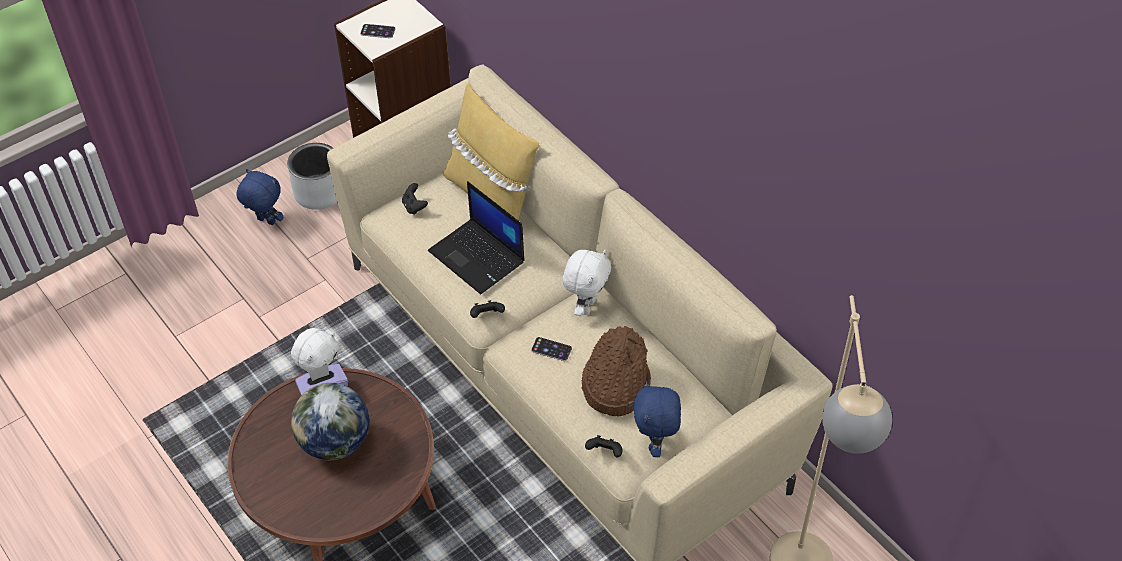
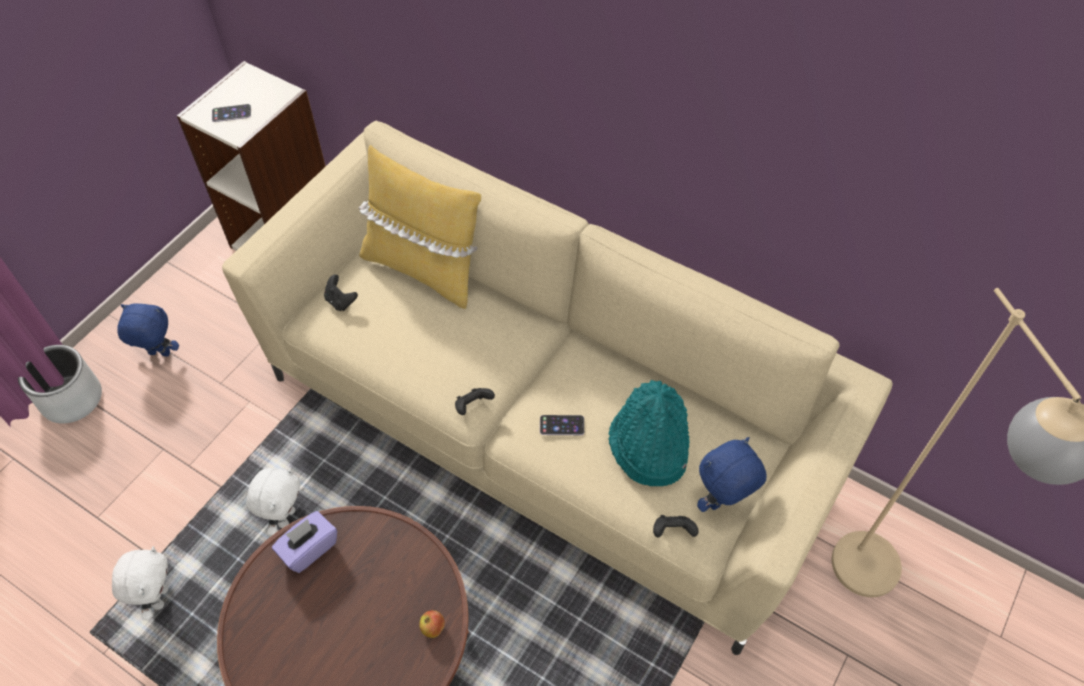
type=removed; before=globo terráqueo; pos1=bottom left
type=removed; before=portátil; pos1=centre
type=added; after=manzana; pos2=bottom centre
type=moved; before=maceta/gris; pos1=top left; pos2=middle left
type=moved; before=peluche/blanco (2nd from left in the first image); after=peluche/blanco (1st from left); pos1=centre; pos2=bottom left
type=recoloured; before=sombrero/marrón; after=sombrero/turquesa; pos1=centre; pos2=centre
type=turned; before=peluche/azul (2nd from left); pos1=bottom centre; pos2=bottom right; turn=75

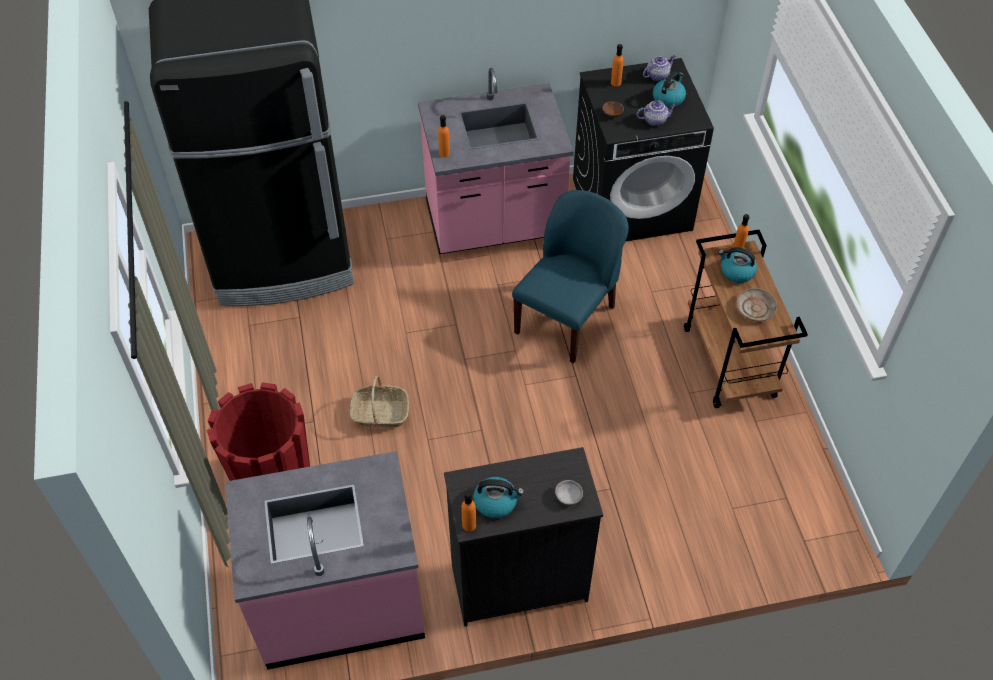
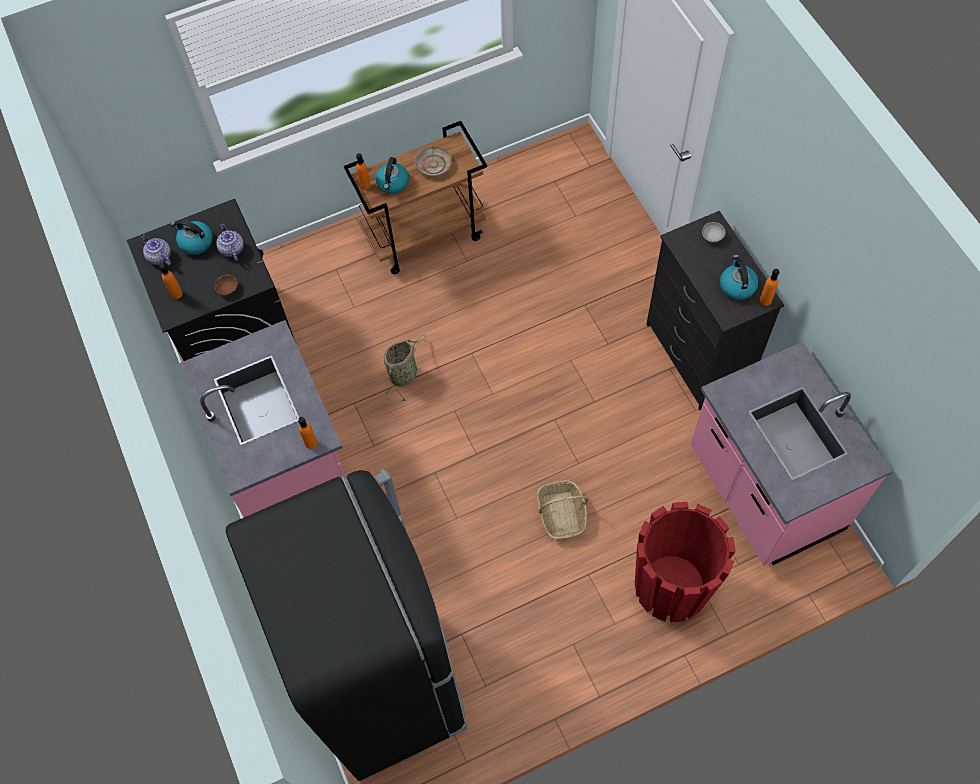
type=replaced; before=silla/azul; after=cesta (1st from left); pos1=centre; pos2=centre

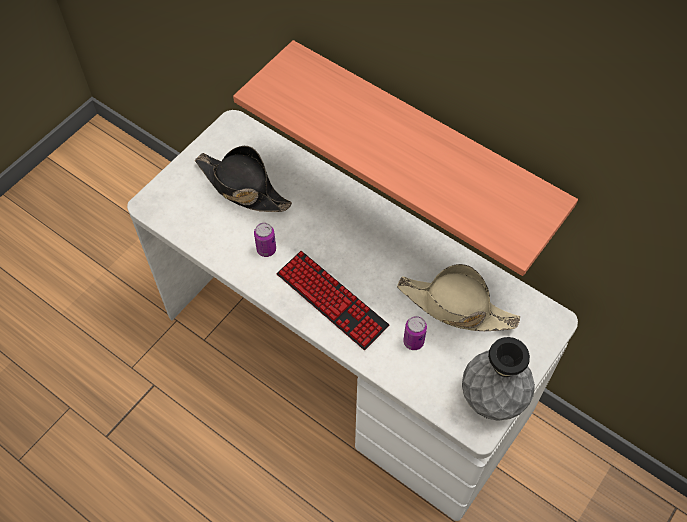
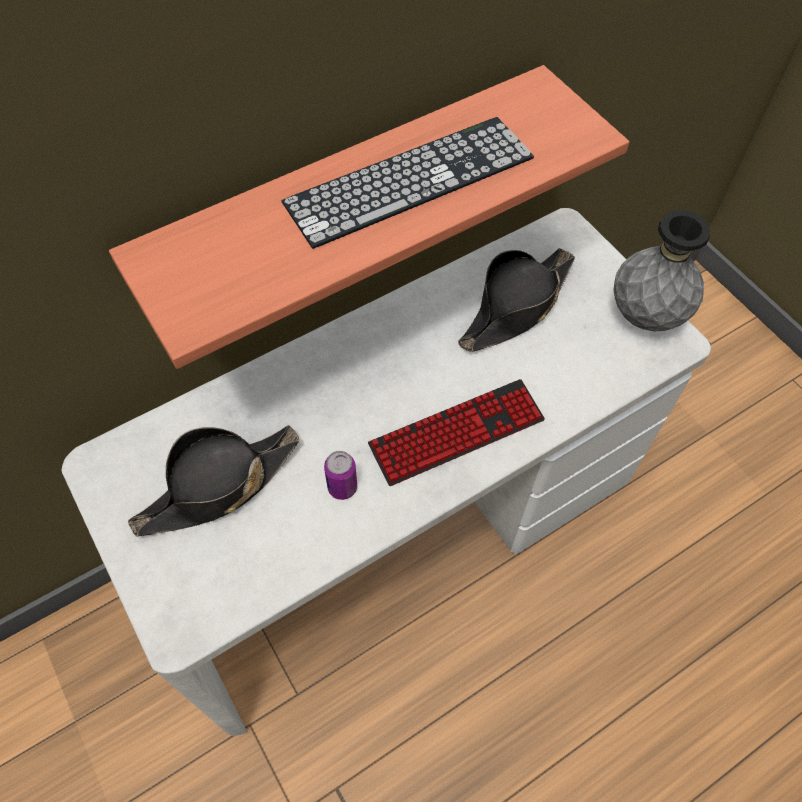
type=removed; before=lata (2nd from left); pos1=centre
type=added; after=teclado (1st from left); pos2=top centre
type=recoloured; before=sombrero/beis; after=sombrero/negro (2nd from left); pos1=middle right; pos2=centre

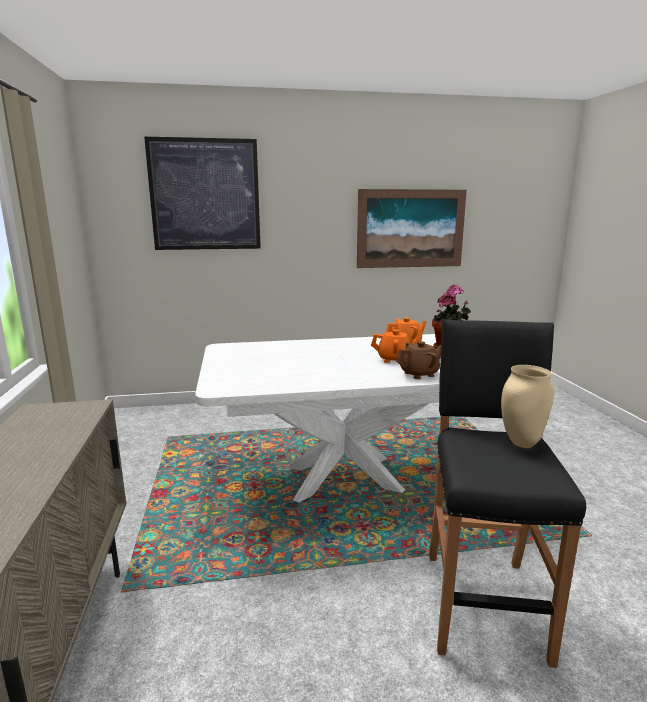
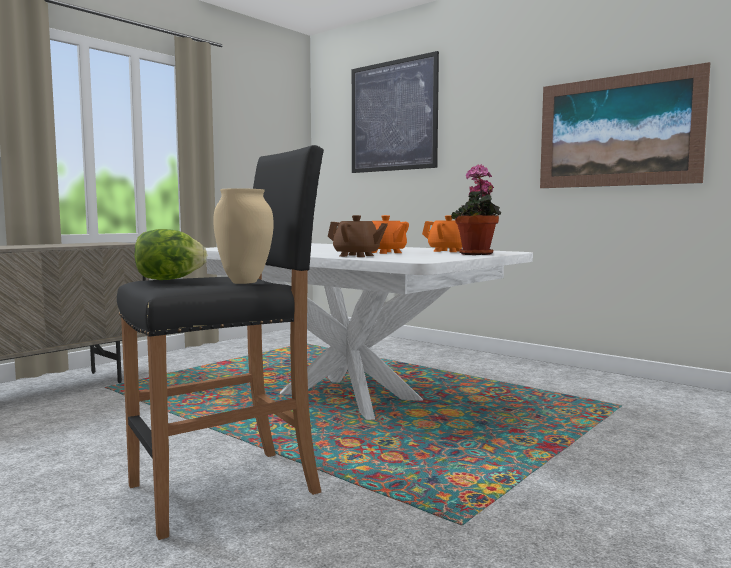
type=added; after=lechuga; pos2=middle left

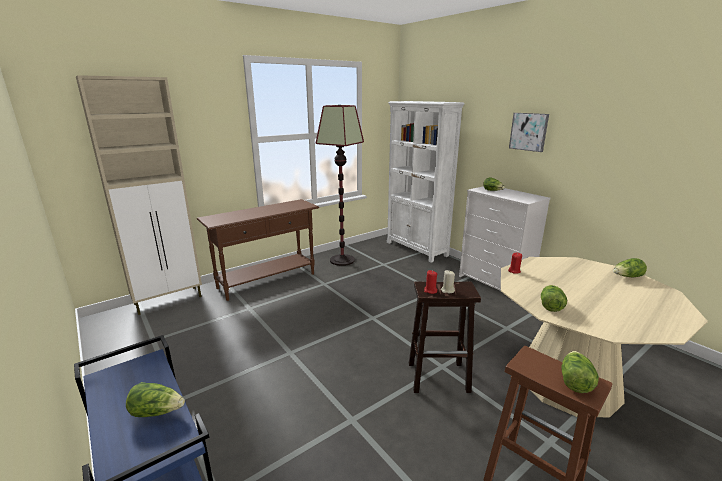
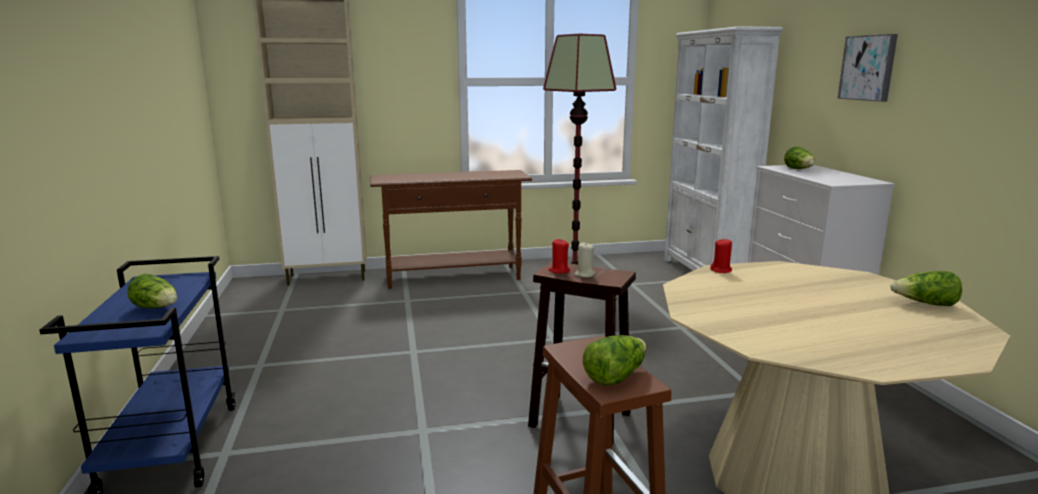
type=removed; before=lechuga (3rd from left); pos1=middle right

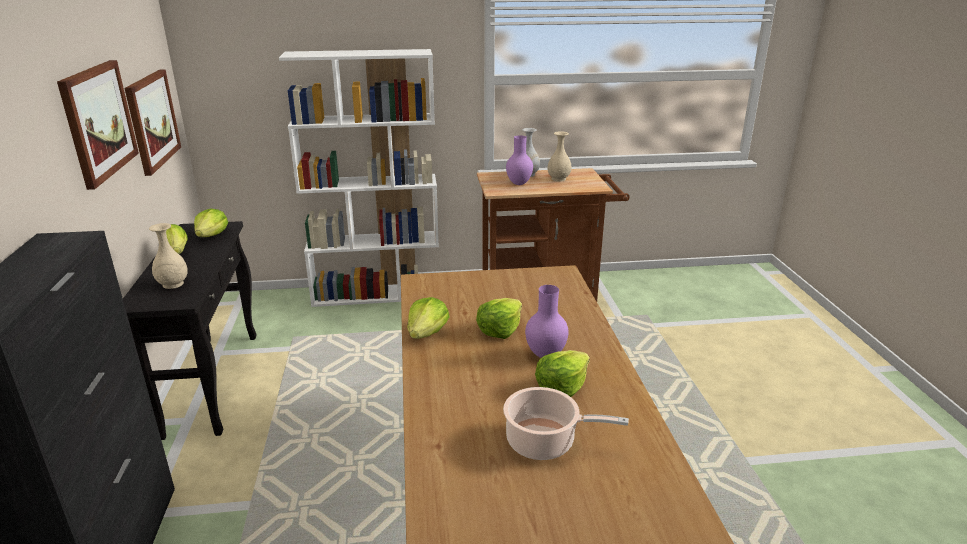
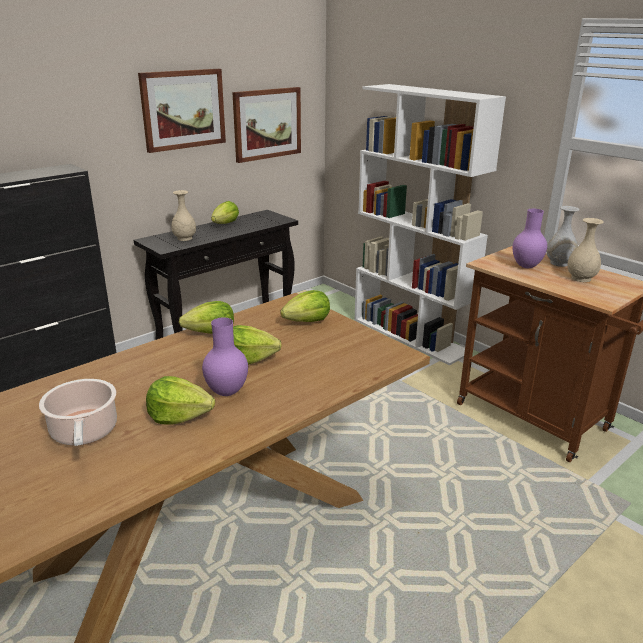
type=moved; before=lechuga (2nd from left in the first image); after=lechuga (5th from left); pos1=middle left; pos2=centre

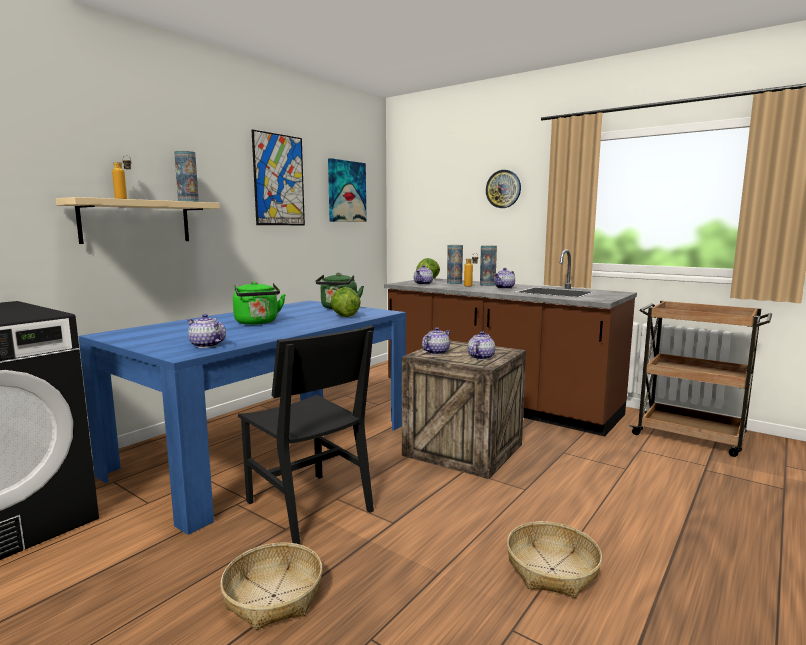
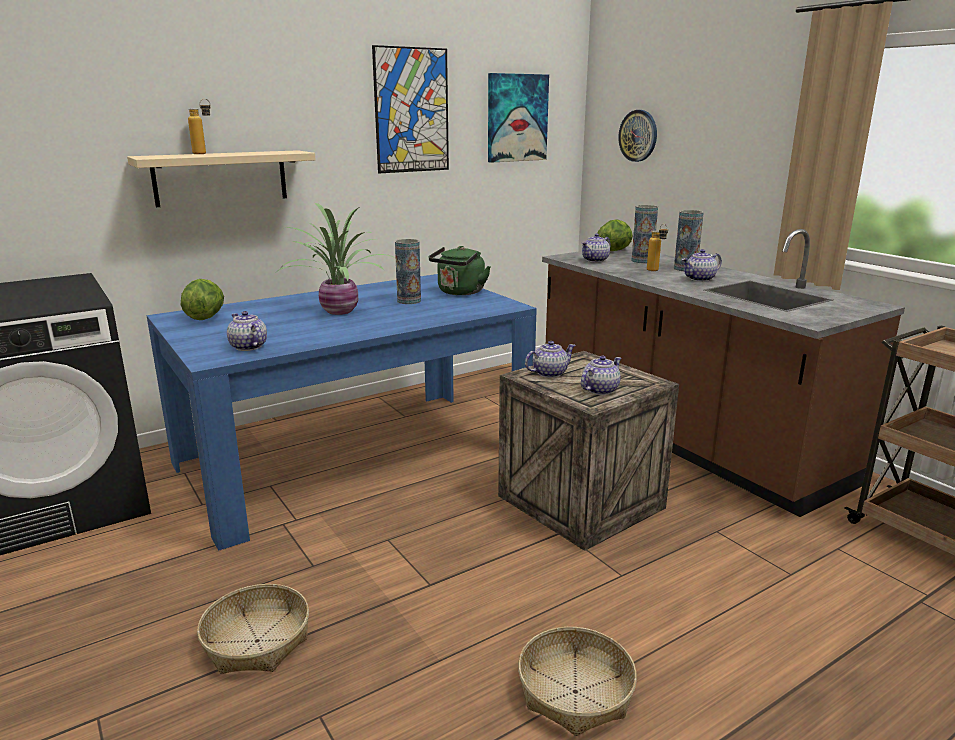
type=removed; before=silla/negro; pos1=bottom centre
type=moved; before=florero (1st from left); pos1=top left; pos2=centre
type=moved; before=lechuga (1st from left); pos1=centre; pos2=middle left
type=moved; before=reloj de pared; pos1=top centre; pos2=top right
type=replaced; before=hervidor/verde (1st from left); after=planta en maceta; pos1=middle left; pos2=centre

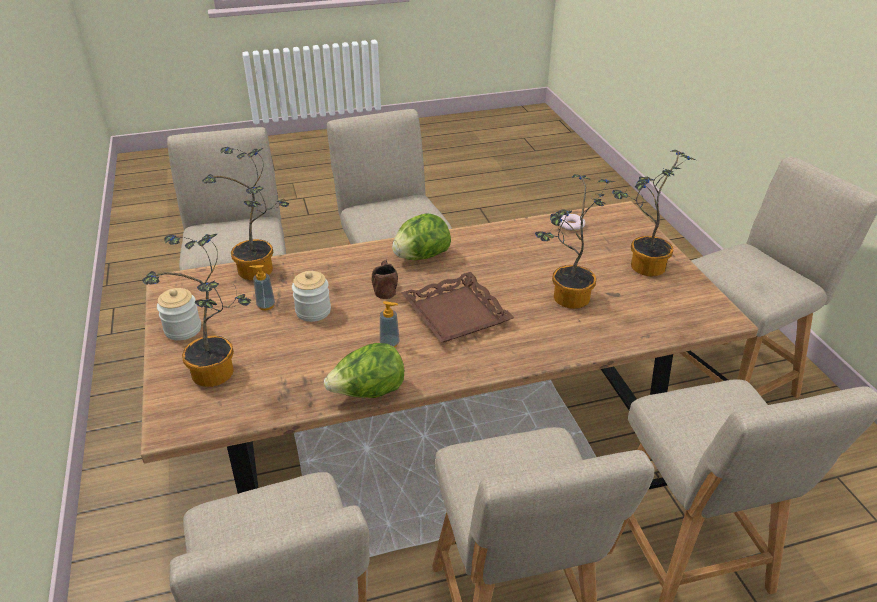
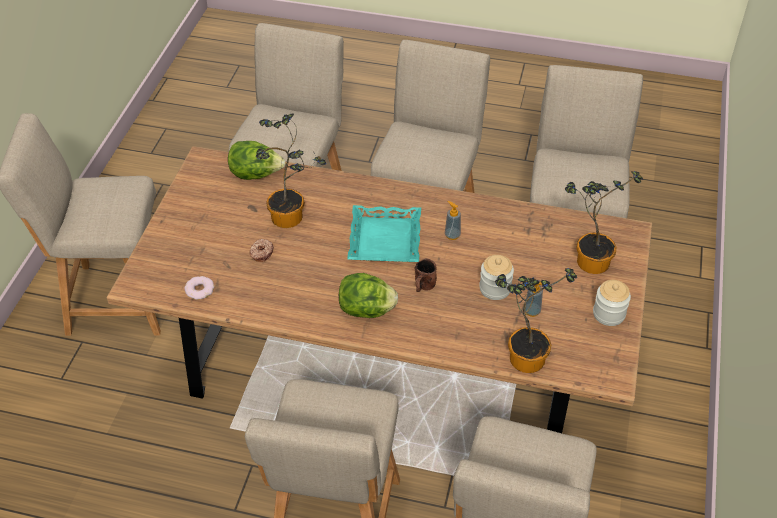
type=removed; before=planta en maceta (4th from left); pos1=middle right
type=added; after=rosquilla (2nd from left); pos2=centre
type=moved; before=lechuga (1st from left); pos1=centre; pos2=top left
type=recoloured; before=bandeja/marrón; after=bandeja/turquesa; pos1=centre; pos2=centre

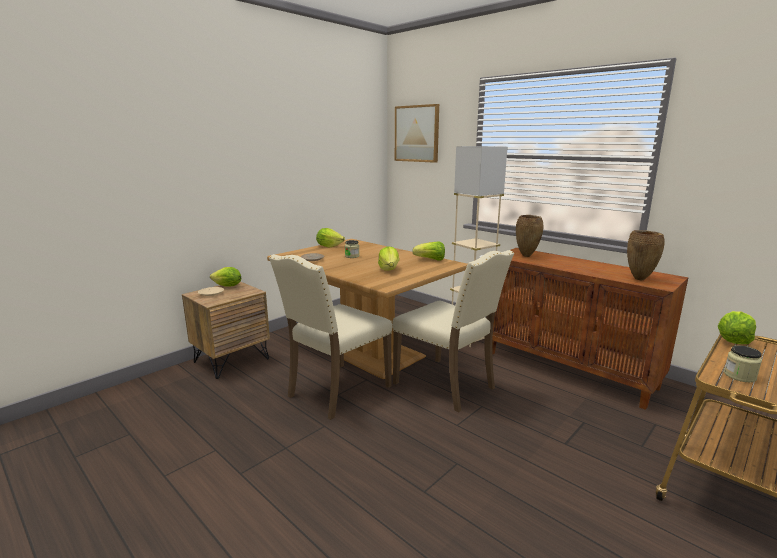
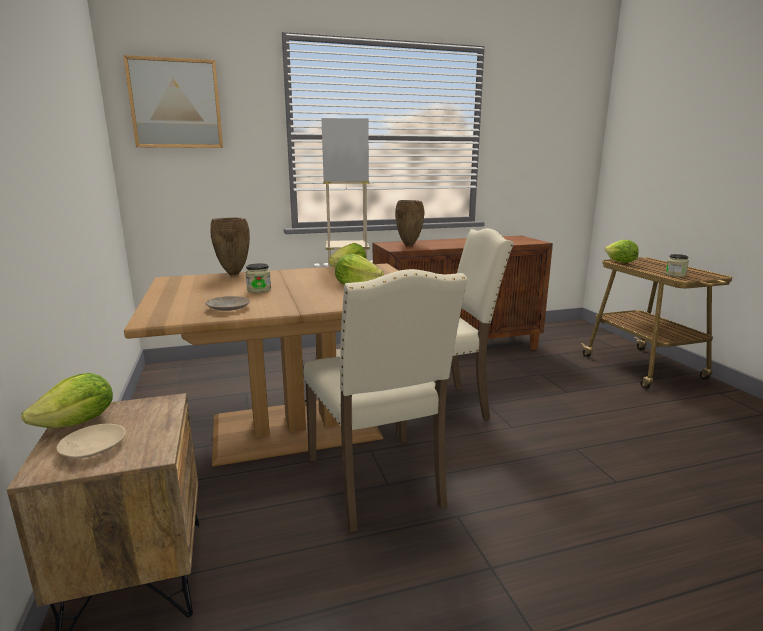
type=removed; before=lechuga (2nd from left); pos1=centre
type=moved; before=florero/marrón (2nd from left in the first image); after=florero/marrón (1st from left); pos1=middle right; pos2=middle left

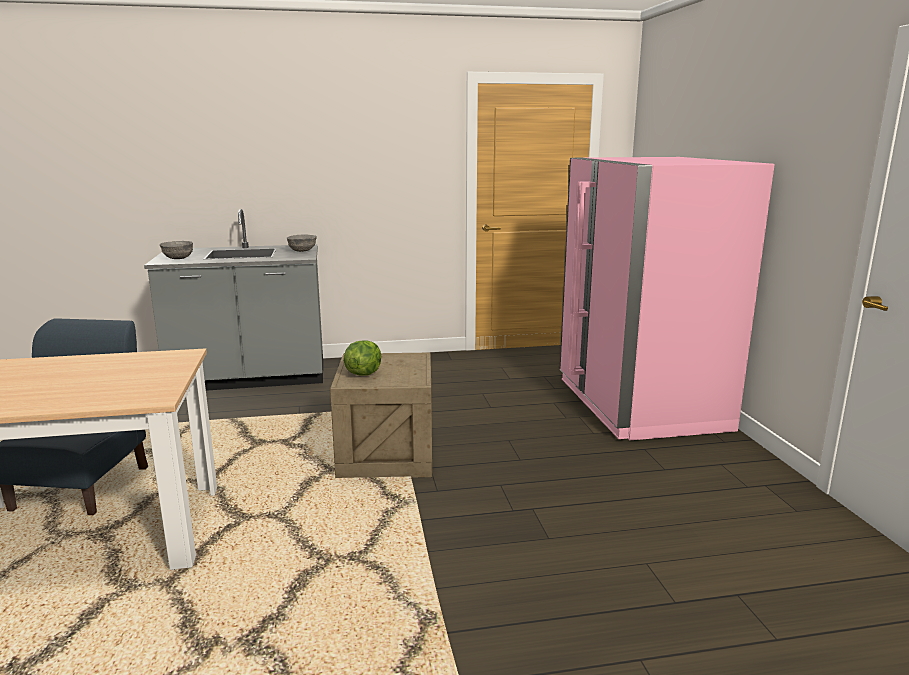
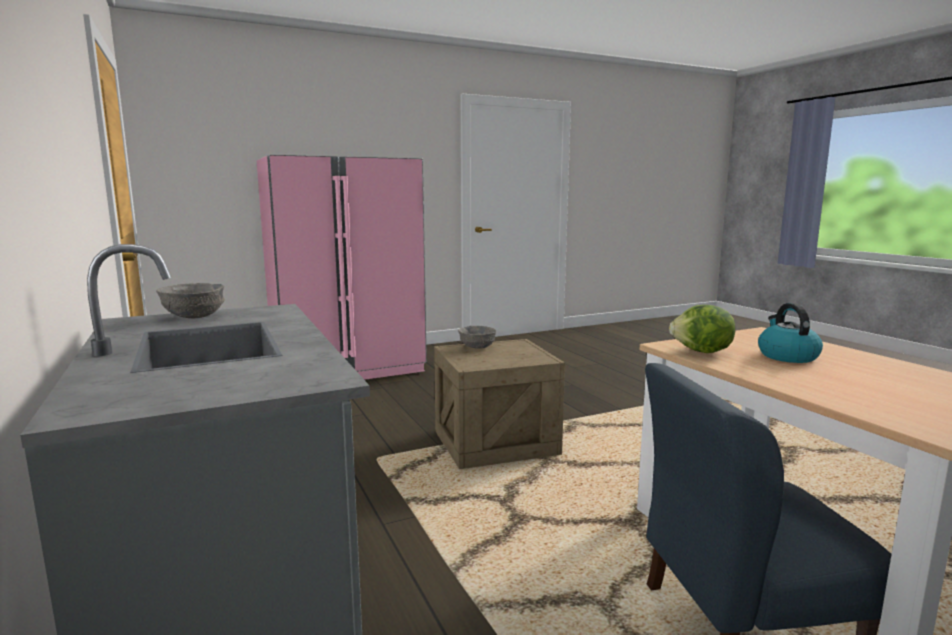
type=added; after=hervidor; pos2=middle right
type=moved; before=cuenco/gris (1st from left in the first image); after=cuenco/gris (2nd from left); pos1=middle left; pos2=centre
type=moved; before=lechuga; pos1=centre; pos2=middle right

